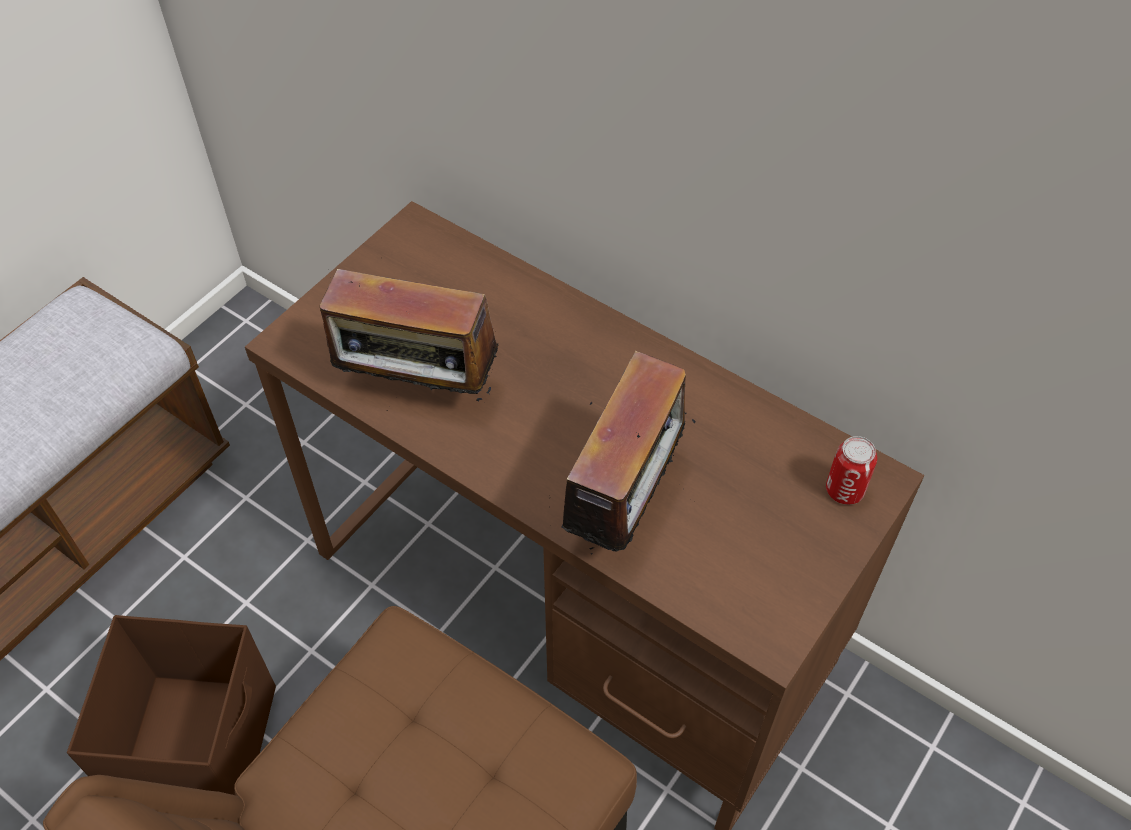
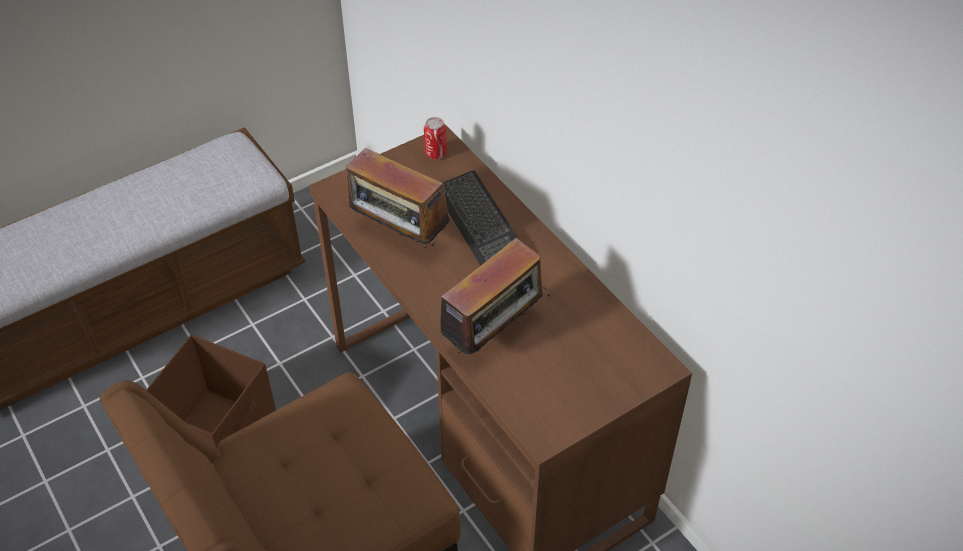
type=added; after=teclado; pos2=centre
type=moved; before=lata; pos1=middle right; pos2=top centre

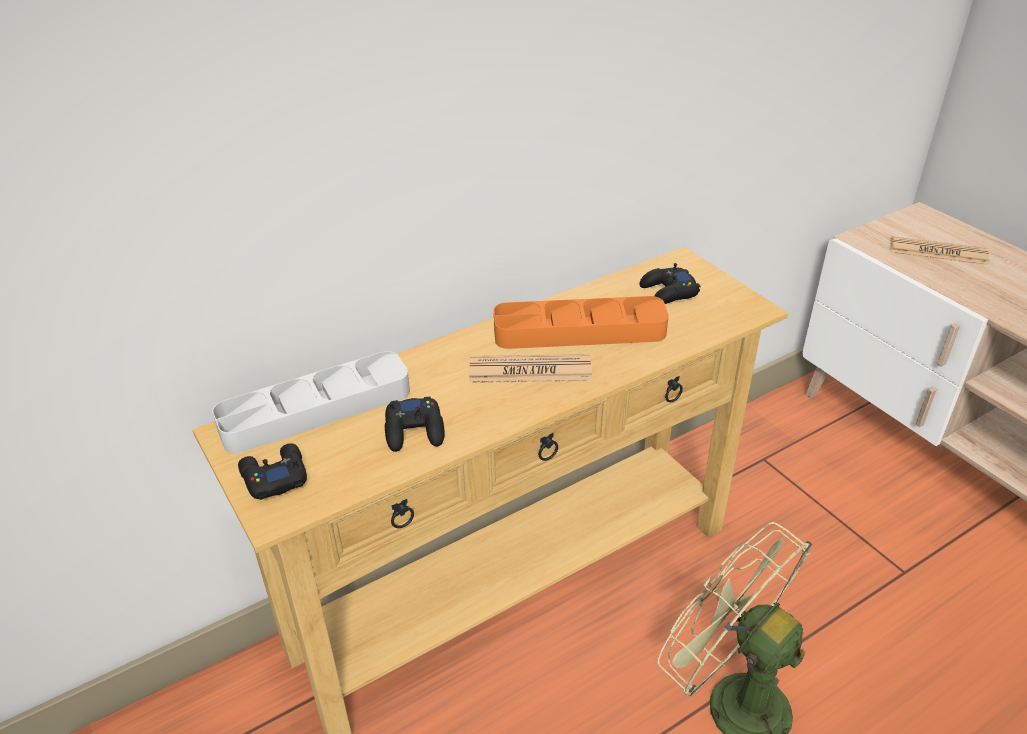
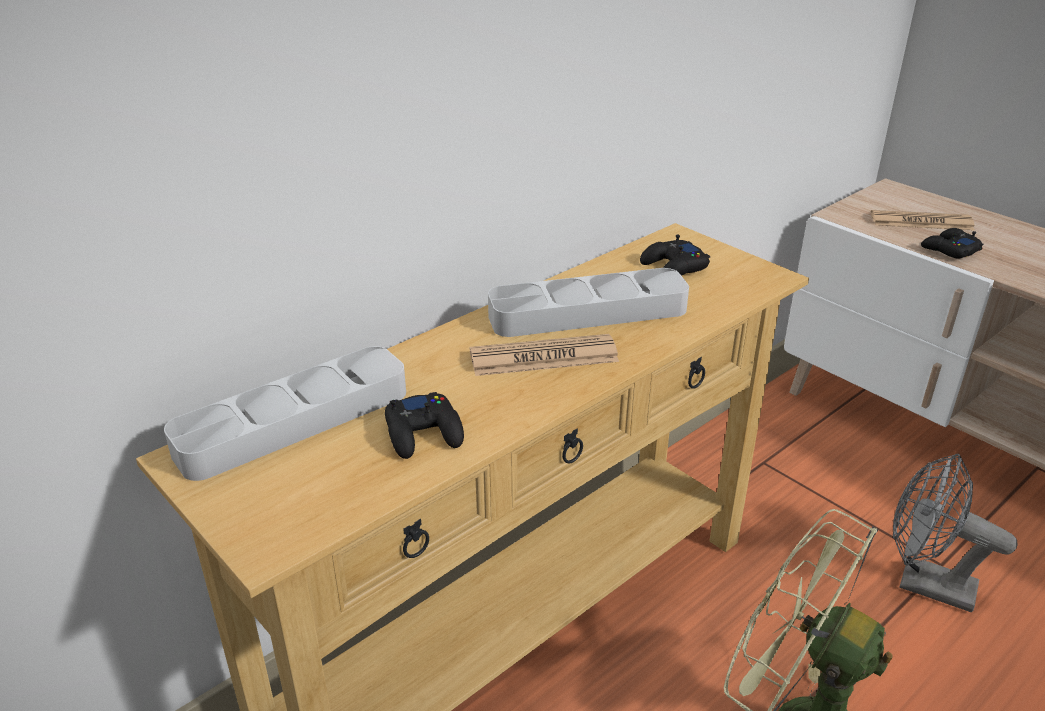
type=added; after=ventilador/gris; pos2=bottom right
type=moved; before=mando de consola/negro (1st from left in the first image); after=mando de consola/negro (3rd from left); pos1=middle left; pos2=middle right
type=recoloured; before=bandeja/naranja; after=bandeja/gris (2nd from left); pos1=centre; pos2=centre

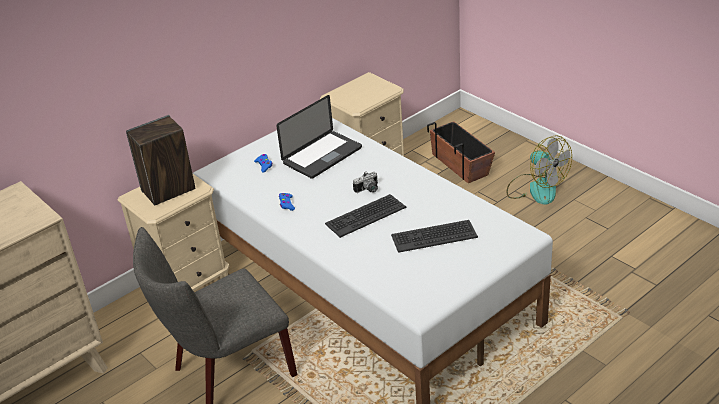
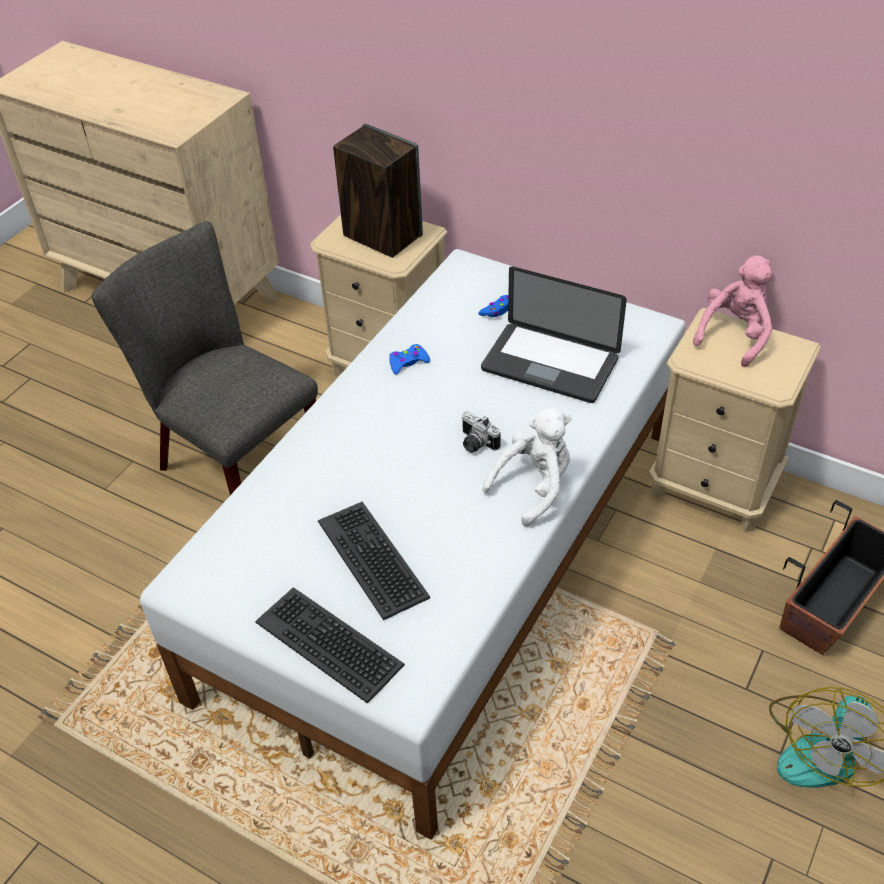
type=added; after=peluche/blanco; pos2=centre
type=added; after=peluche/rosa; pos2=middle right
type=moved; before=teclado (1st from left); pos1=centre; pos2=bottom centre

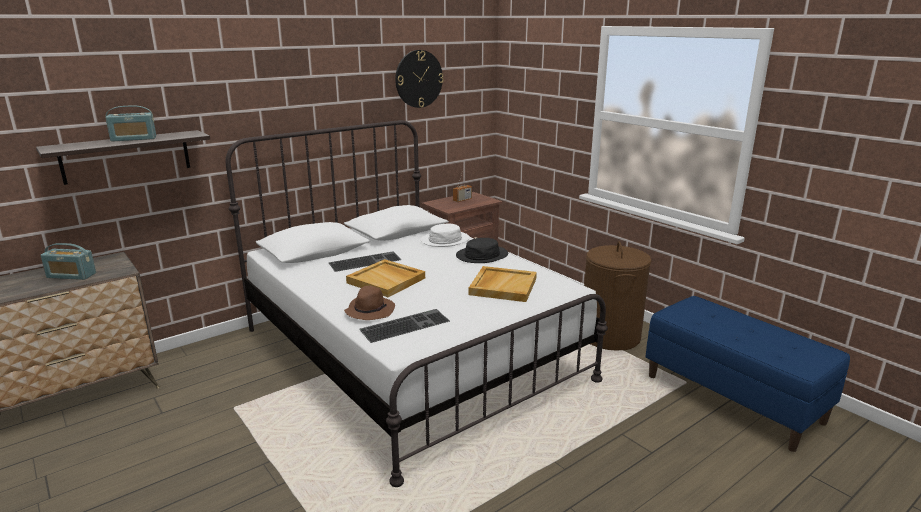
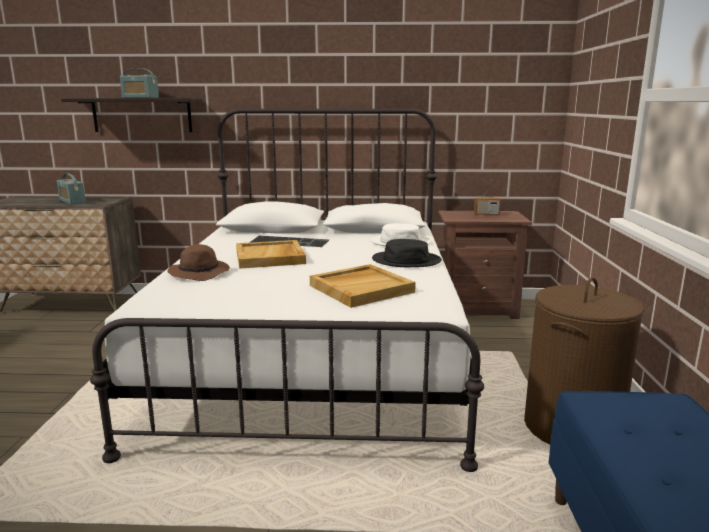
type=removed; before=teclado (2nd from left); pos1=centre
type=removed; before=reloj de pared; pos1=top centre

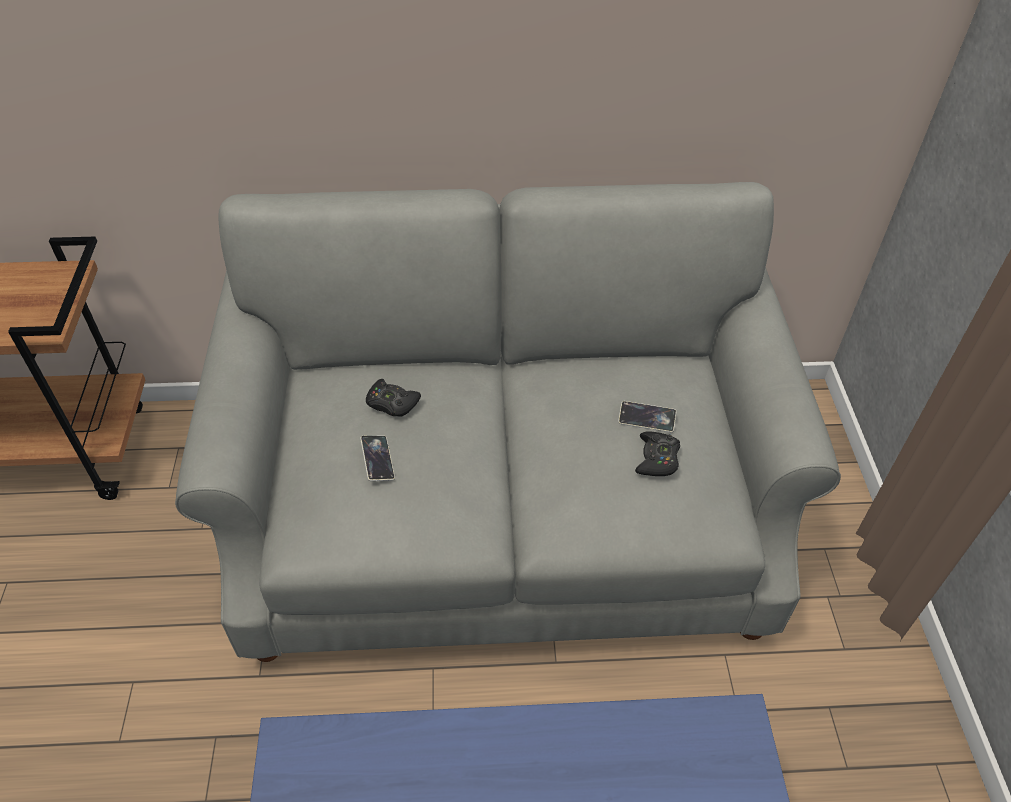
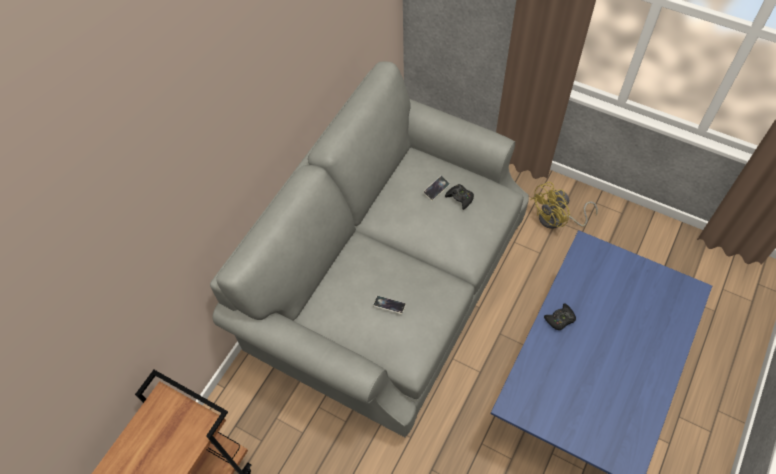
type=added; after=ventilador/amarillo; pos2=middle right
type=moved; before=mando de consola/negro (1st from left in the first image); after=mando de consola/negro (2nd from left); pos1=centre; pos2=bottom right

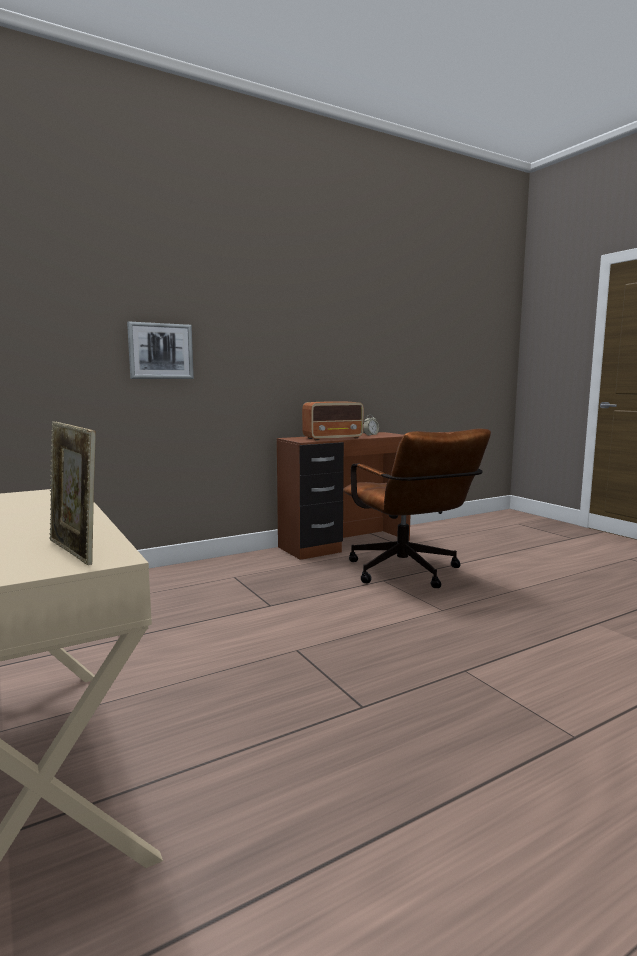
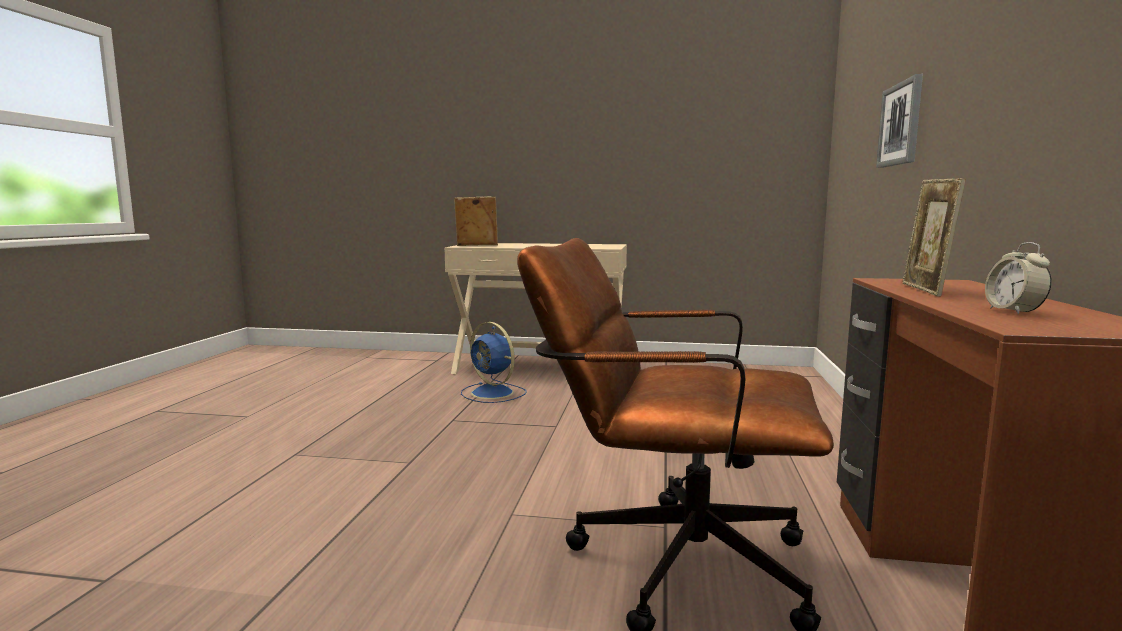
type=added; after=ventilador/azul; pos2=centre
type=replaced; before=radio; after=portarretratos (2nd from left); pos1=centre; pos2=middle right

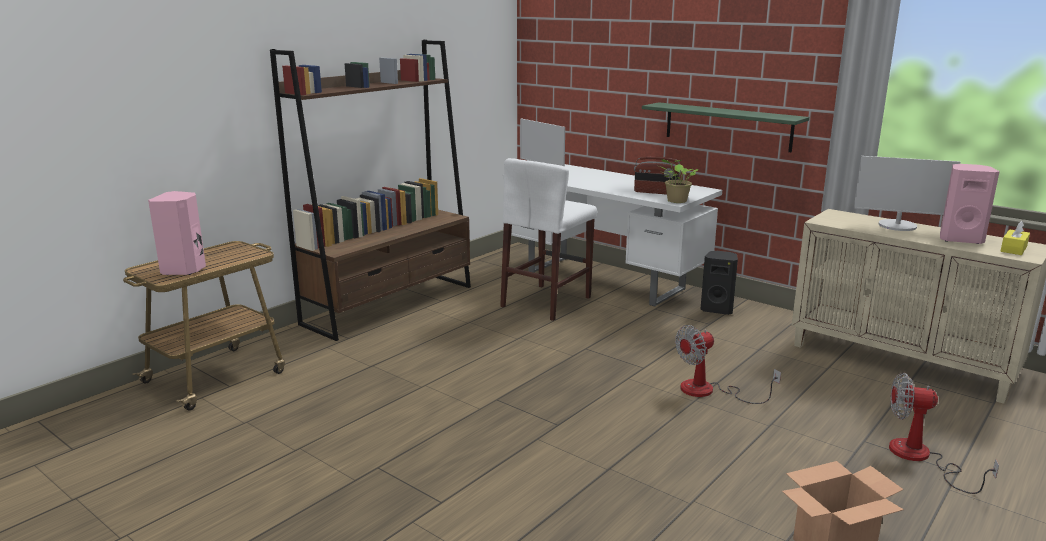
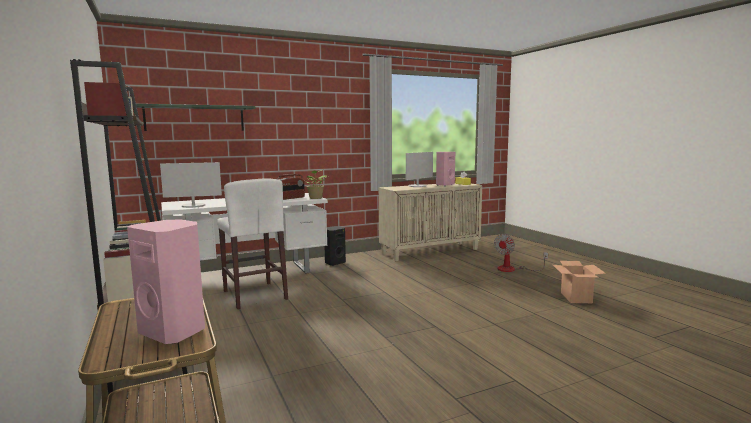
type=removed; before=ventilador (1st from left); pos1=bottom right
type=moved; before=estante/verde; pos1=top right; pos2=top left

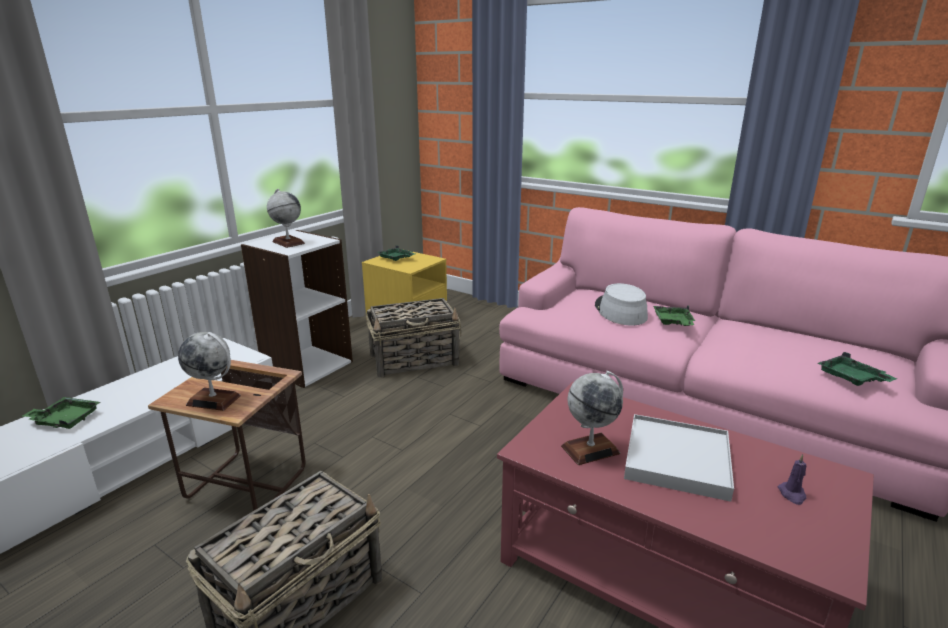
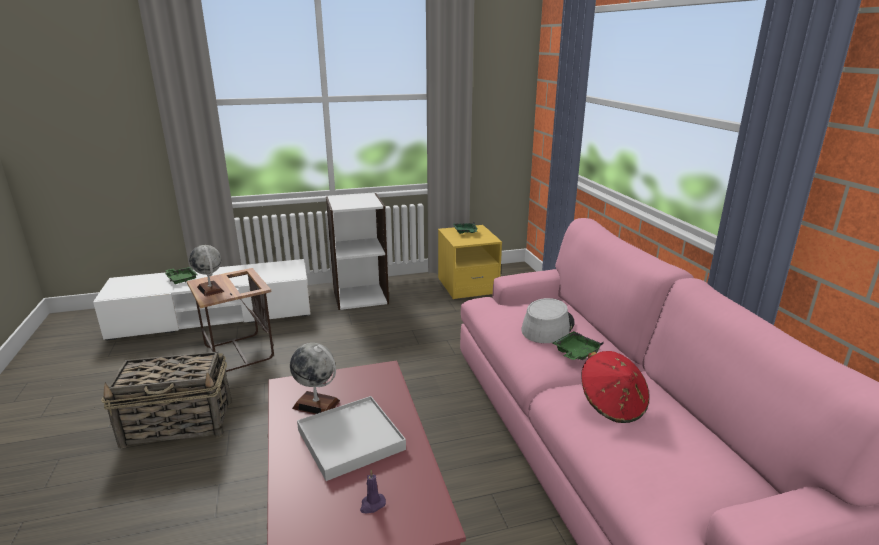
type=removed; before=globo terráqueo (2nd from left); pos1=middle left
type=removed; before=cesta (2nd from left); pos1=centre
type=removed; before=bandeja/verde (4th from left); pos1=middle right
type=added; after=sombrero/rojo; pos2=bottom right

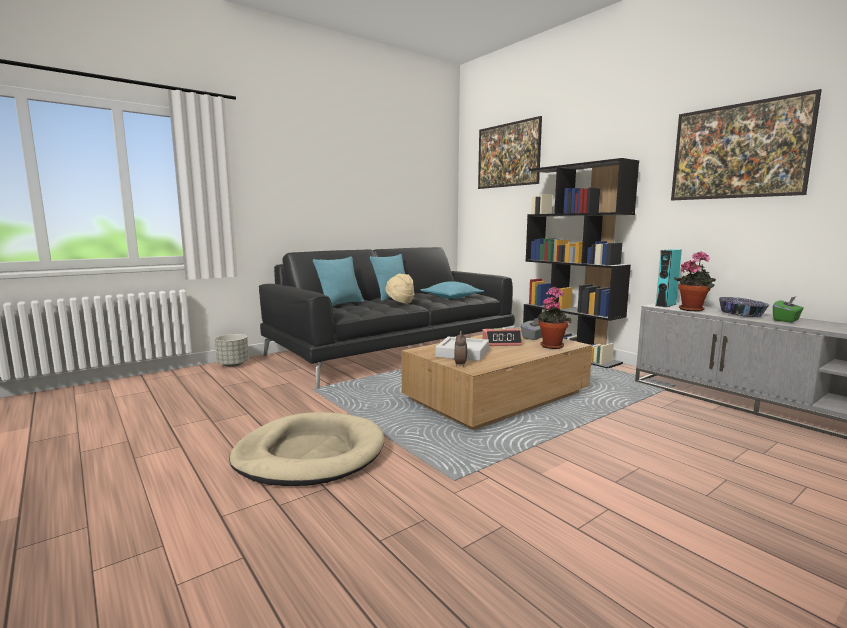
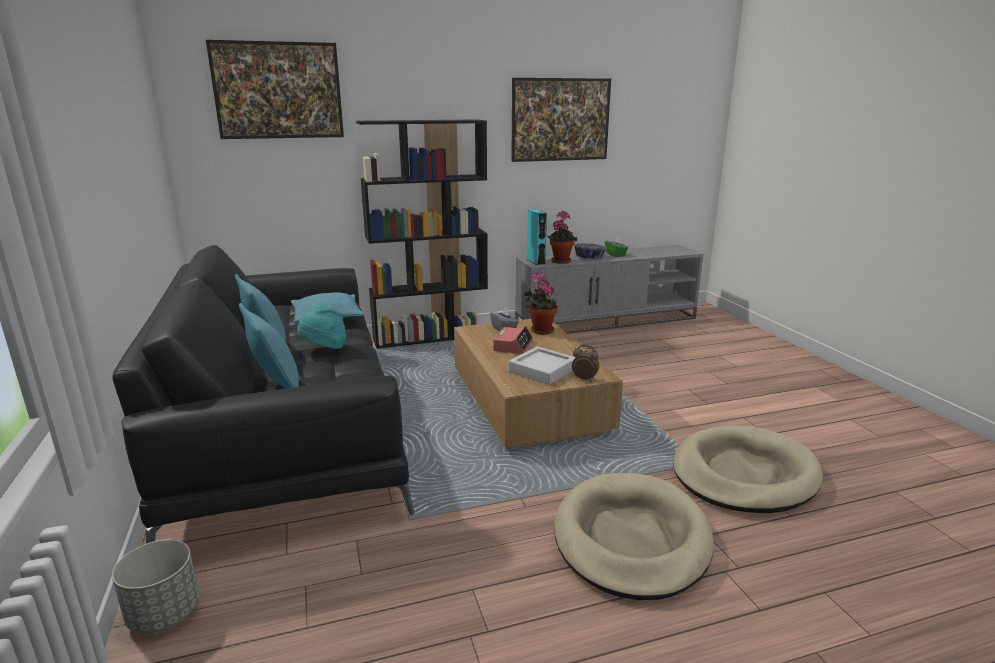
type=added; after=cama para perro/beis (2nd from left); pos2=bottom right
type=recoloured; before=sombrero/beis; after=sombrero/turquesa; pos1=centre; pos2=middle left

